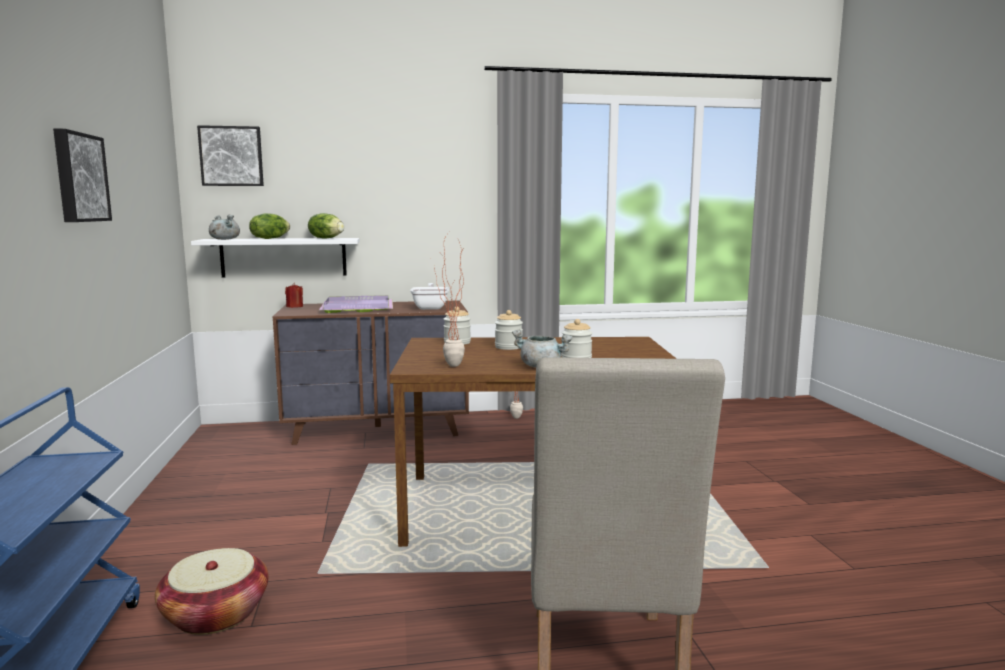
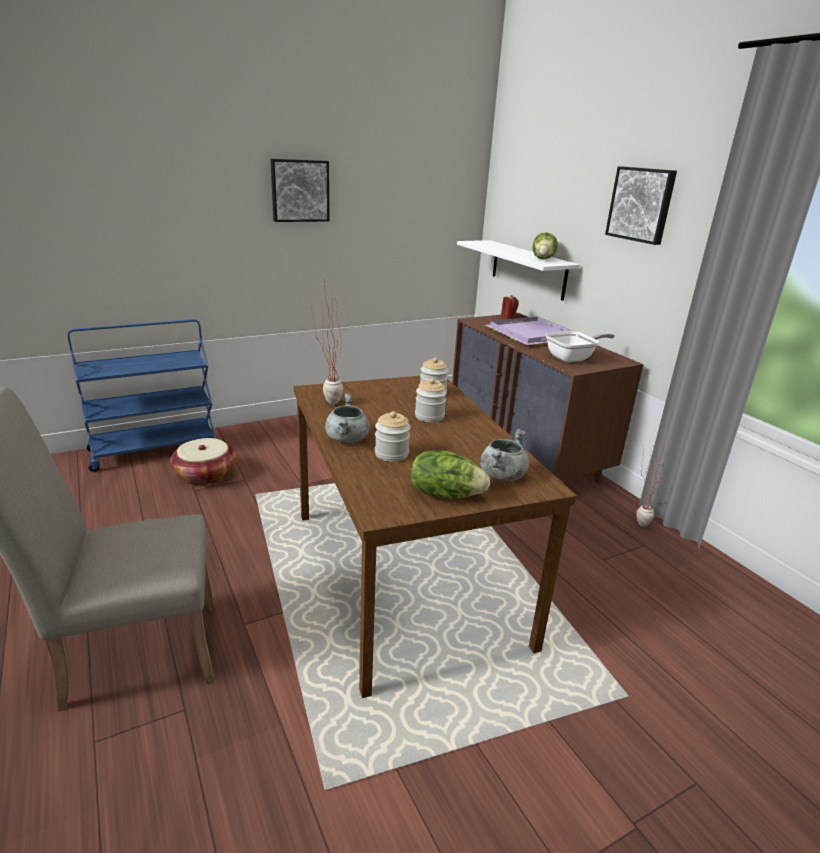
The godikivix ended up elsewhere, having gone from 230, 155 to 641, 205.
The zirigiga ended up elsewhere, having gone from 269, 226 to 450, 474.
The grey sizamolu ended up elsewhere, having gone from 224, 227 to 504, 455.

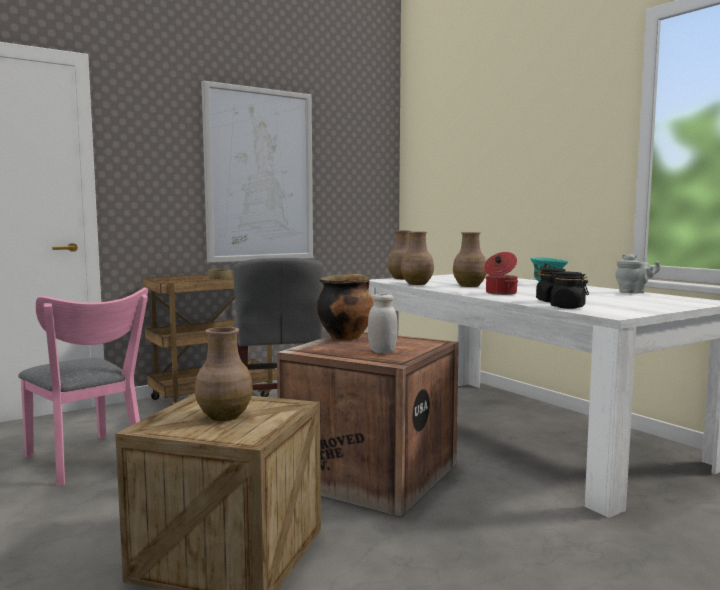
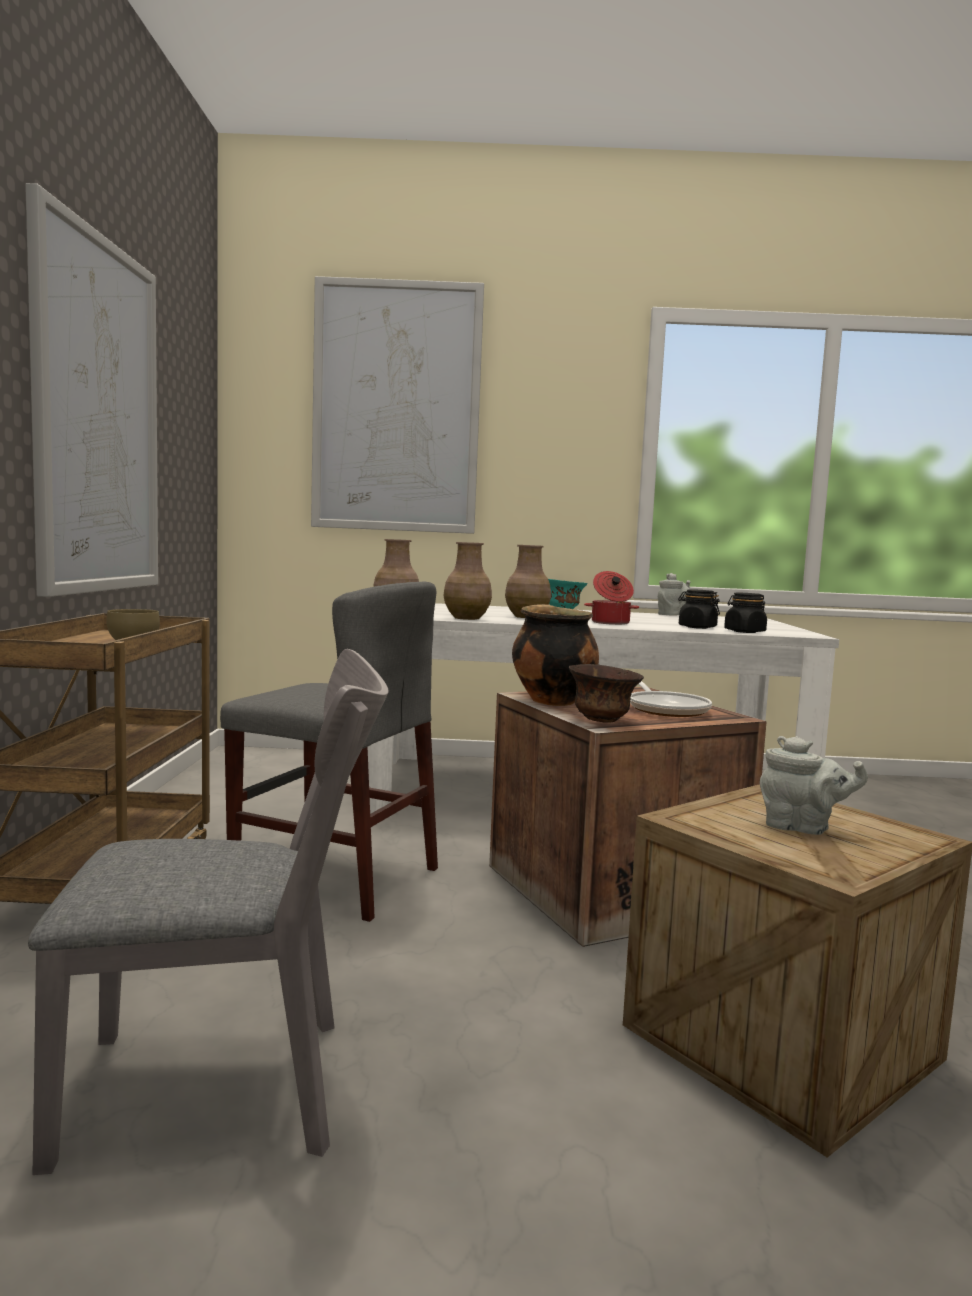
What was the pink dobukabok at 83, 386 turned into the grey dobukabok at 208, 912.
Where the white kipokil stood at 382, 324, the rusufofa came to stand at 671, 699.
Where the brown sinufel stood at 224, 374, the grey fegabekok came to stand at 814, 785.
The second view gained the godikivix at 397, 405.
The second view gained the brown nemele at 606, 693.

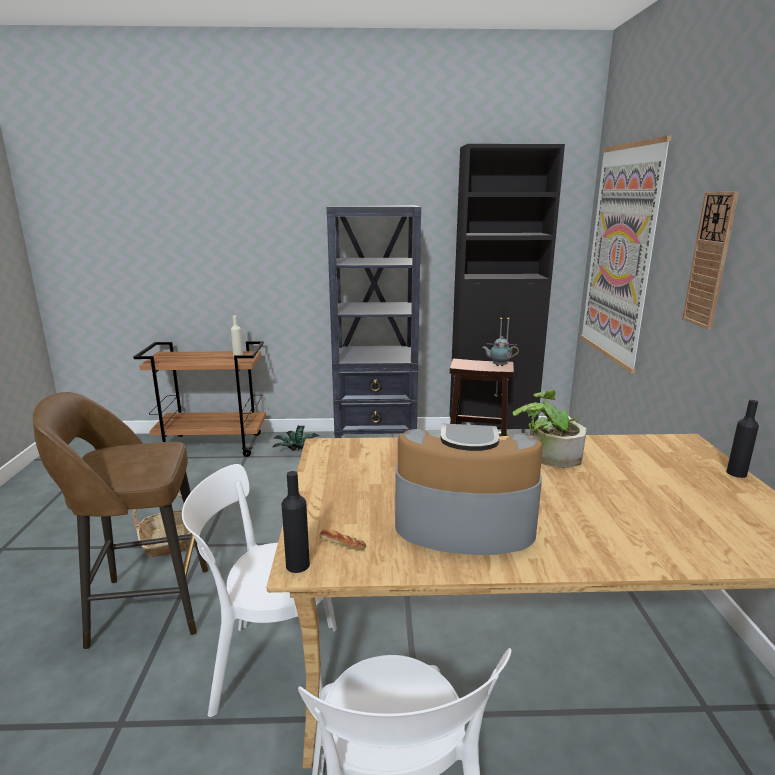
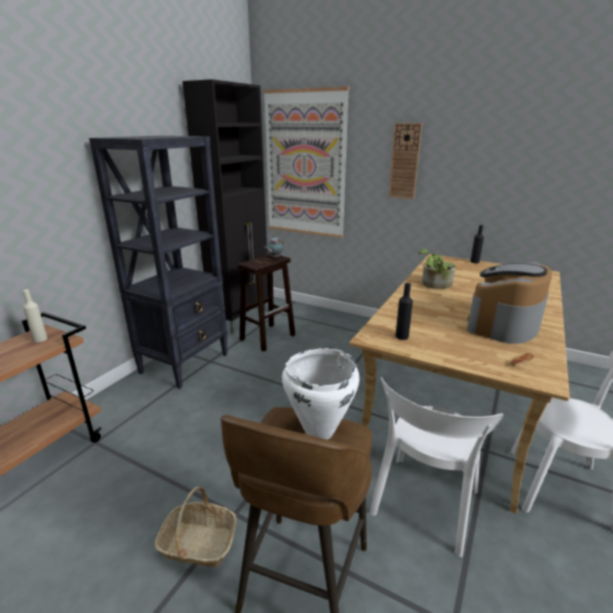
The second view lost the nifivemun at 296, 438.
The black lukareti ended up elsewhere, having gone from 296, 522 to 404, 311.
The second view gained the white sizamolu at 320, 394.

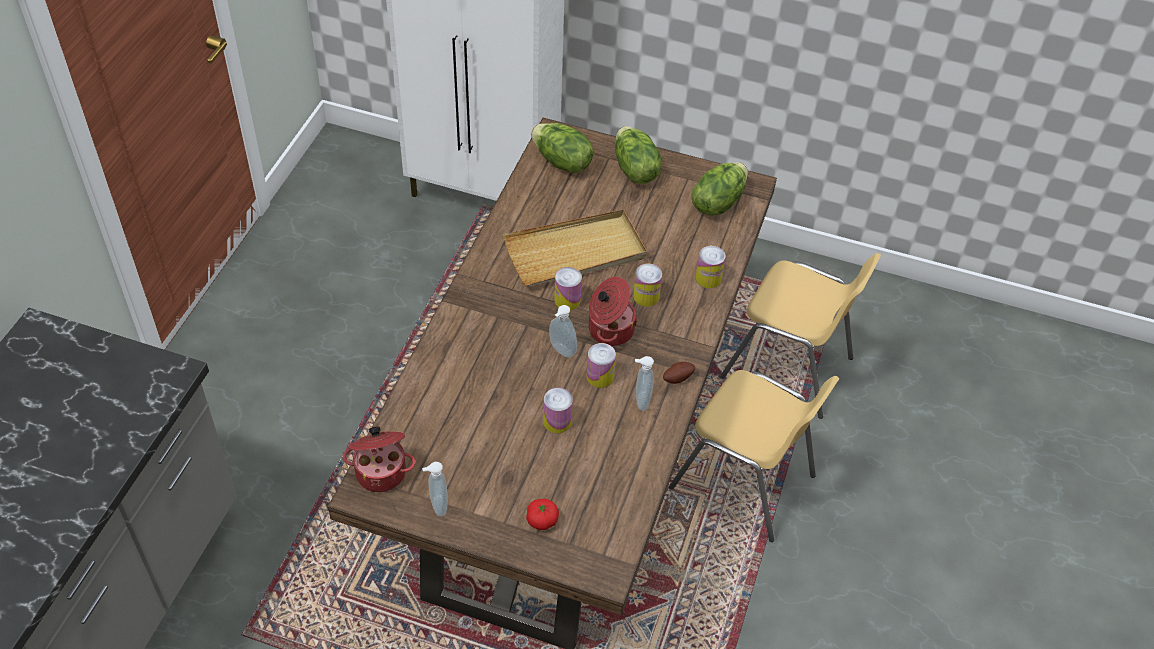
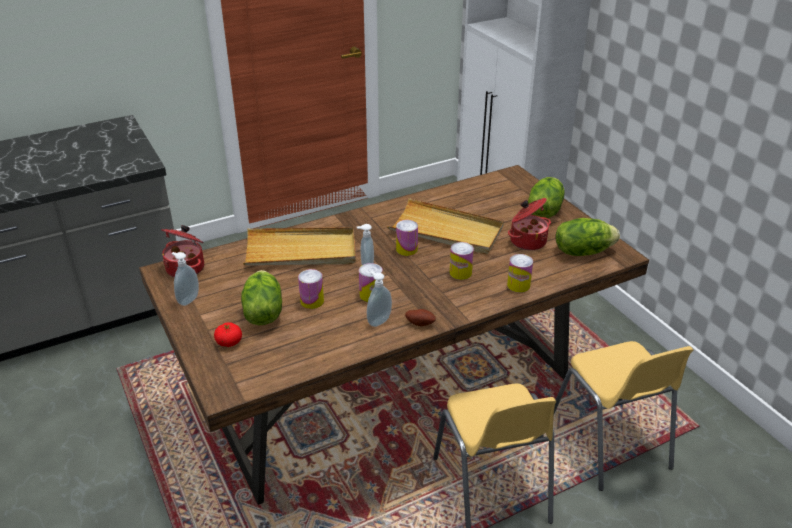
The zirigiga ended up elsewhere, having gone from 562, 148 to 261, 297.
The sizamolu ended up elsewhere, having gone from 613, 311 to 529, 224.
The second view gained the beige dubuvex at 299, 246.

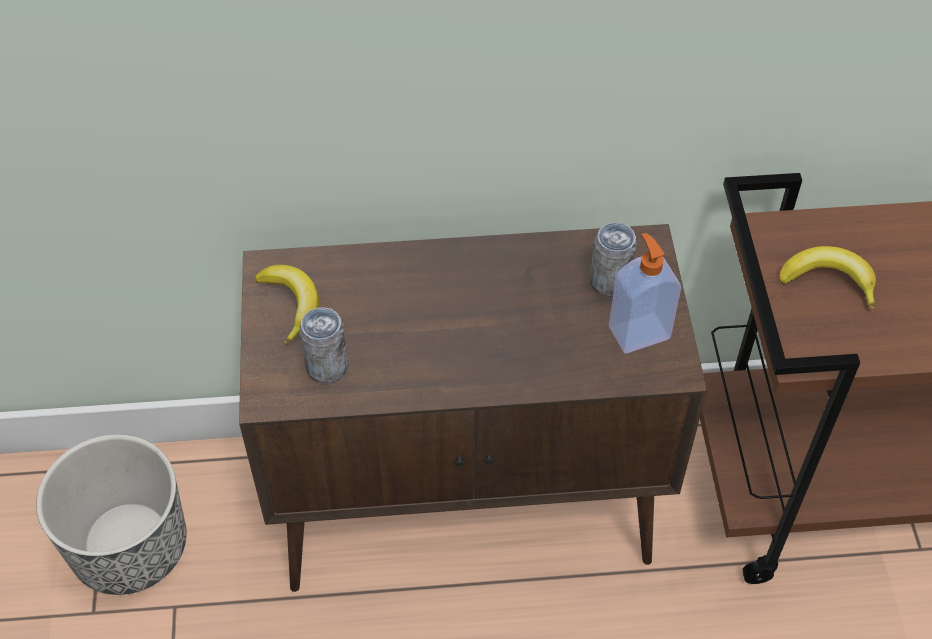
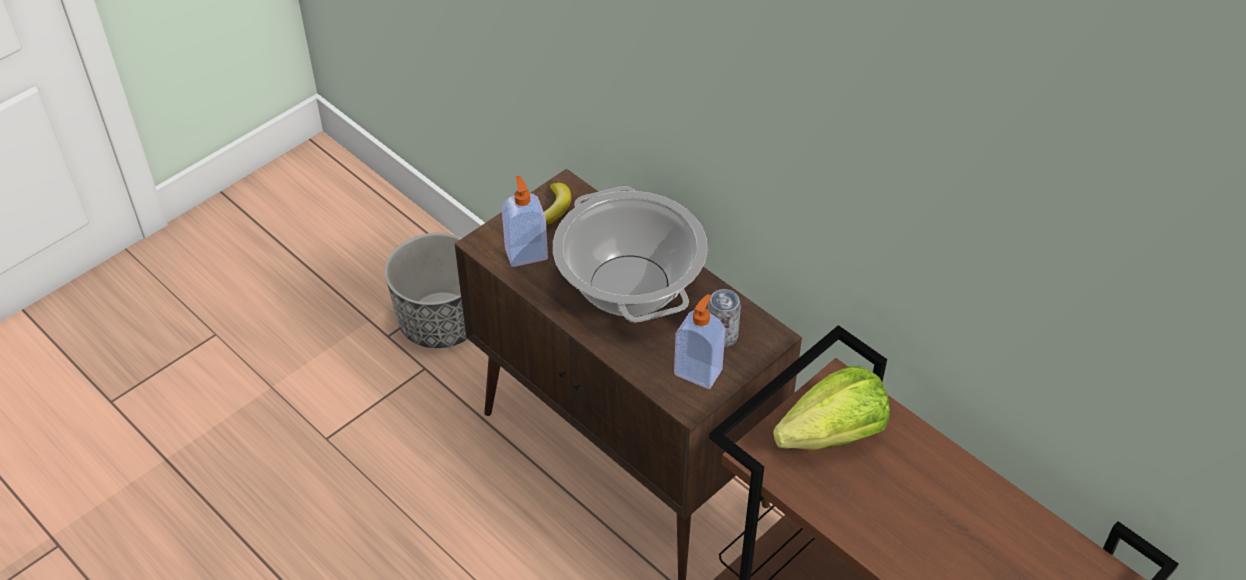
Where the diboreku stood at 827, 278, the zirigiga came to stand at 831, 408.
Where the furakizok stood at 324, 345, the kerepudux came to stand at 525, 221.
The second view gained the sizamolu at 630, 254.

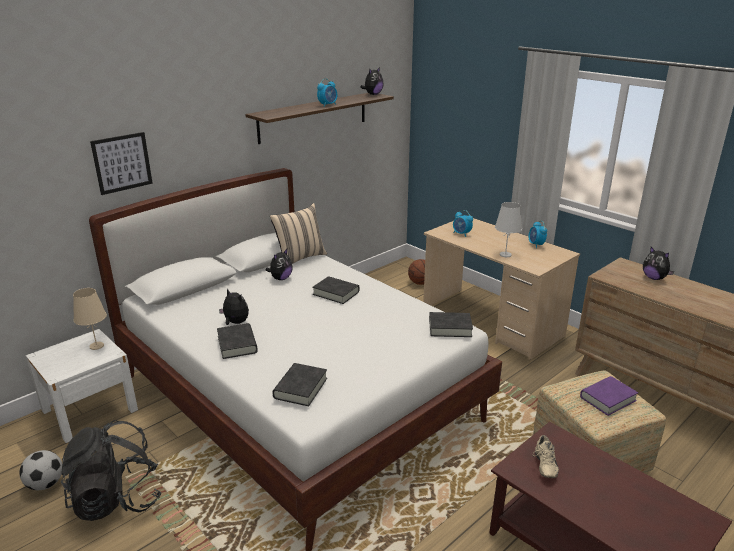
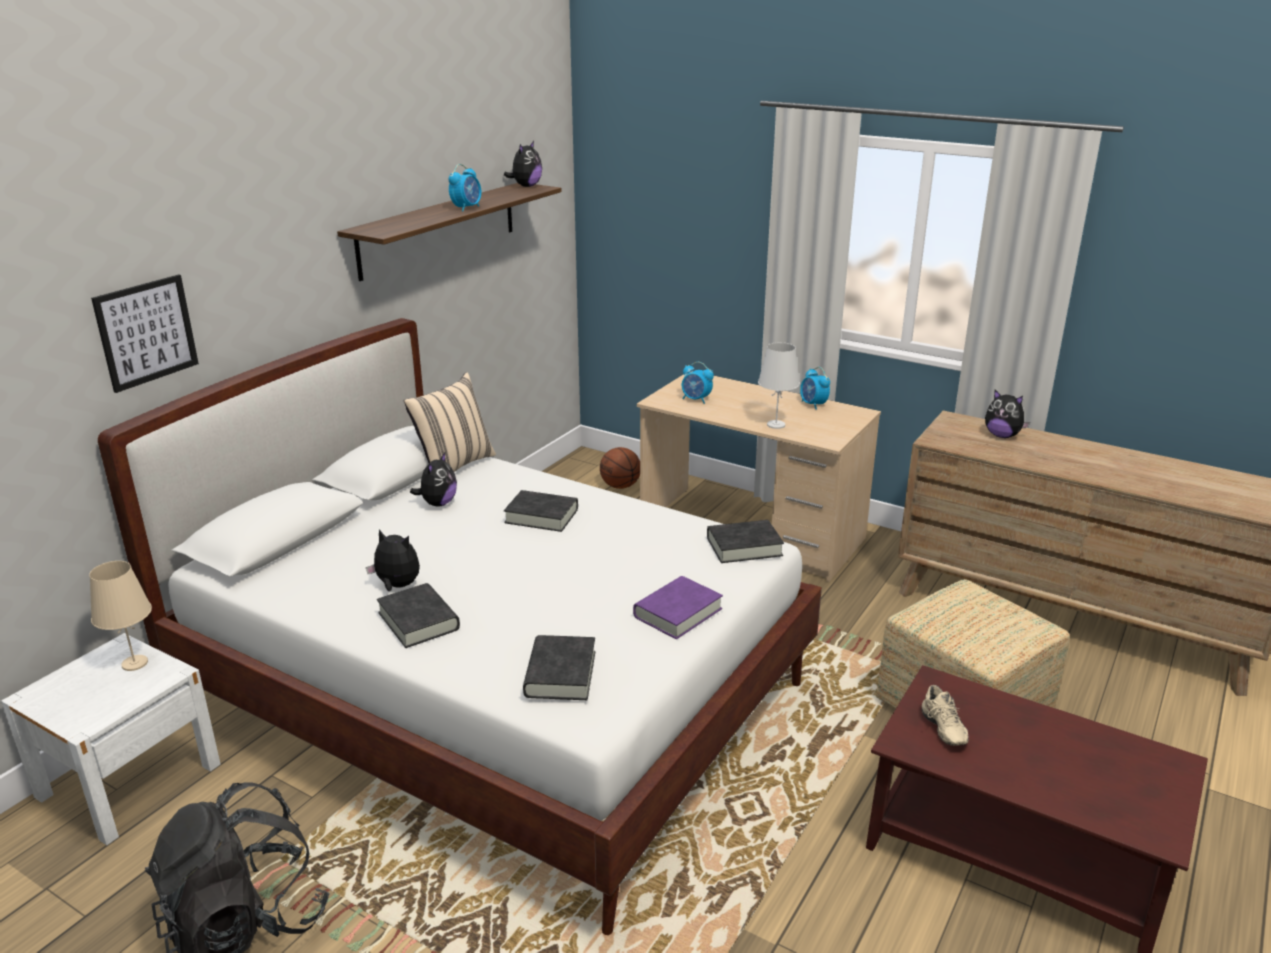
The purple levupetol ended up elsewhere, having gone from 609, 396 to 678, 607.
The second view lost the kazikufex at 40, 470.

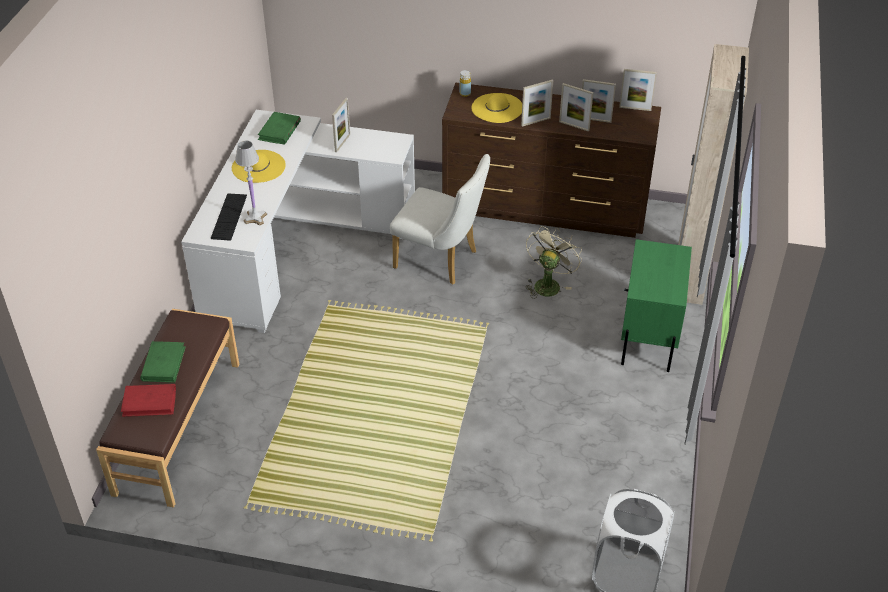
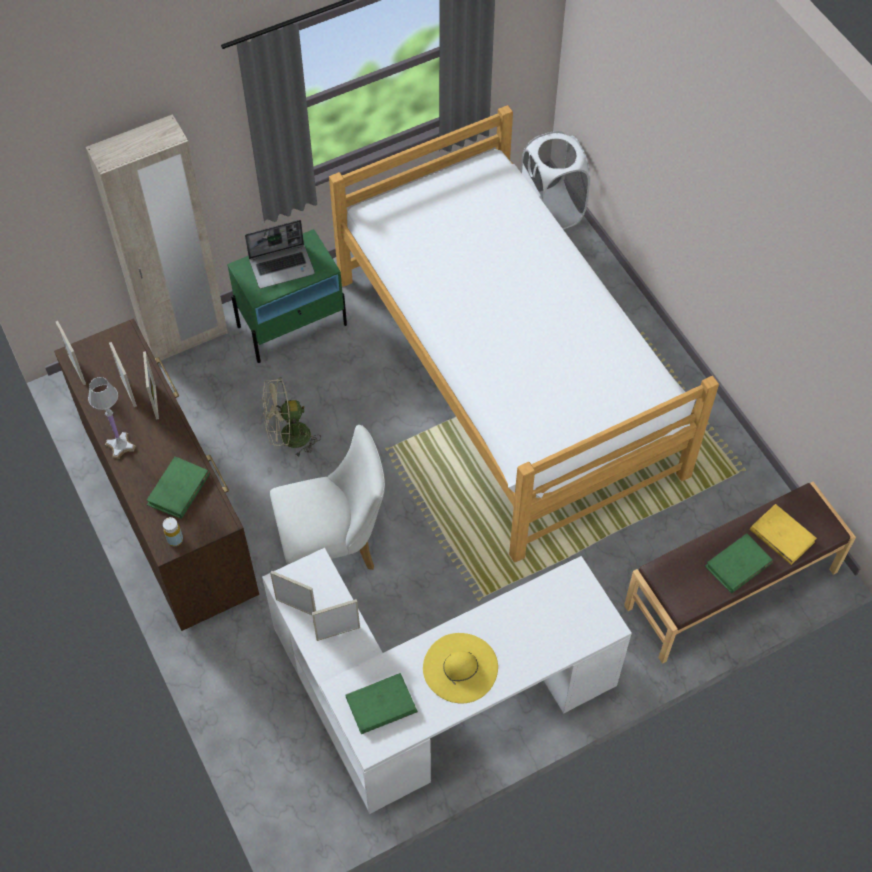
The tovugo ended up elsewhere, having gone from 537, 103 to 293, 592.
Where the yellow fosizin stood at 496, 108, the green levupetol came to stand at 178, 488.
The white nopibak ended up elsewhere, having gone from 251, 183 to 112, 418.
The white dobukabok at 440, 219 ended up facing another way, 90 degrees clockwise from before.
The second view lost the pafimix at 229, 217.
What was the red levupetol at 148, 400 turned into the yellow levupetol at 783, 534.
The second view gained the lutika at 524, 334.
The second view gained the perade at 280, 254.

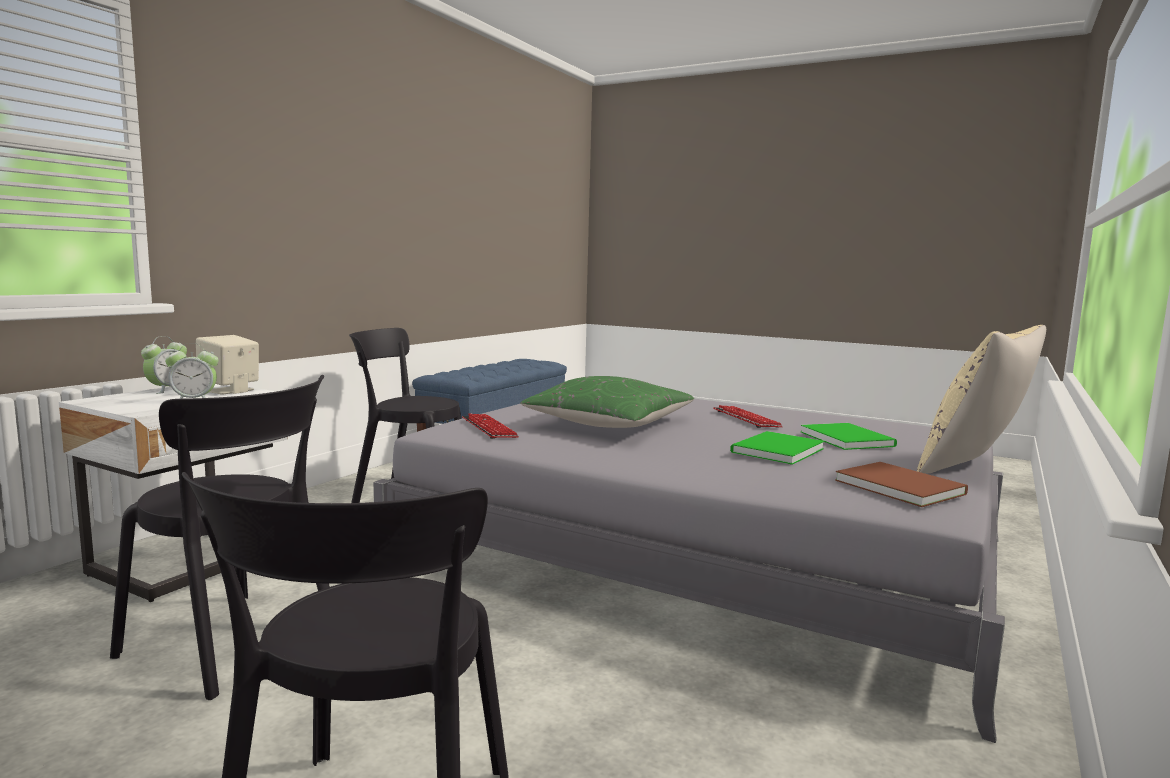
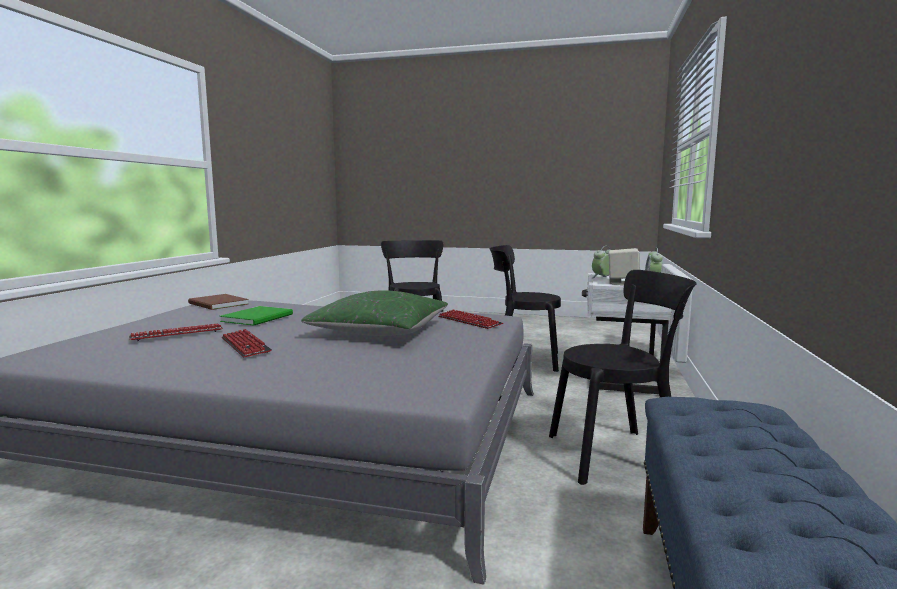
The second view lost the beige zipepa at 981, 399.
Where the green levupetol stood at 849, 436, the pafimix came to stand at 176, 332.

